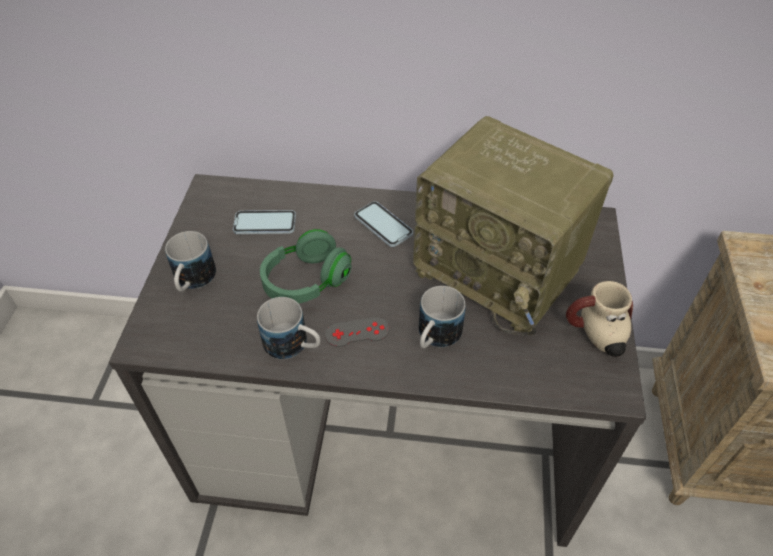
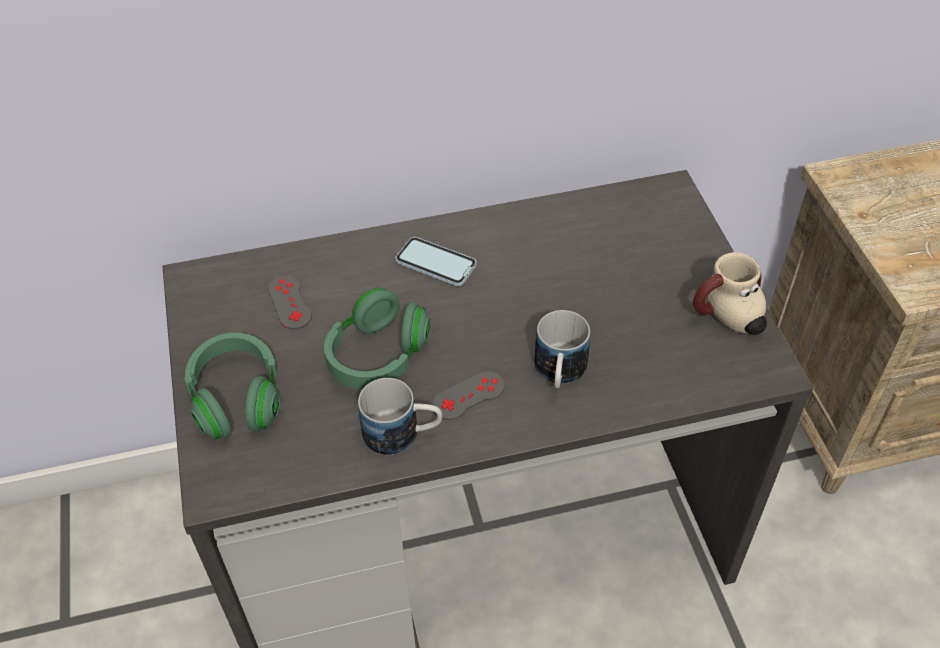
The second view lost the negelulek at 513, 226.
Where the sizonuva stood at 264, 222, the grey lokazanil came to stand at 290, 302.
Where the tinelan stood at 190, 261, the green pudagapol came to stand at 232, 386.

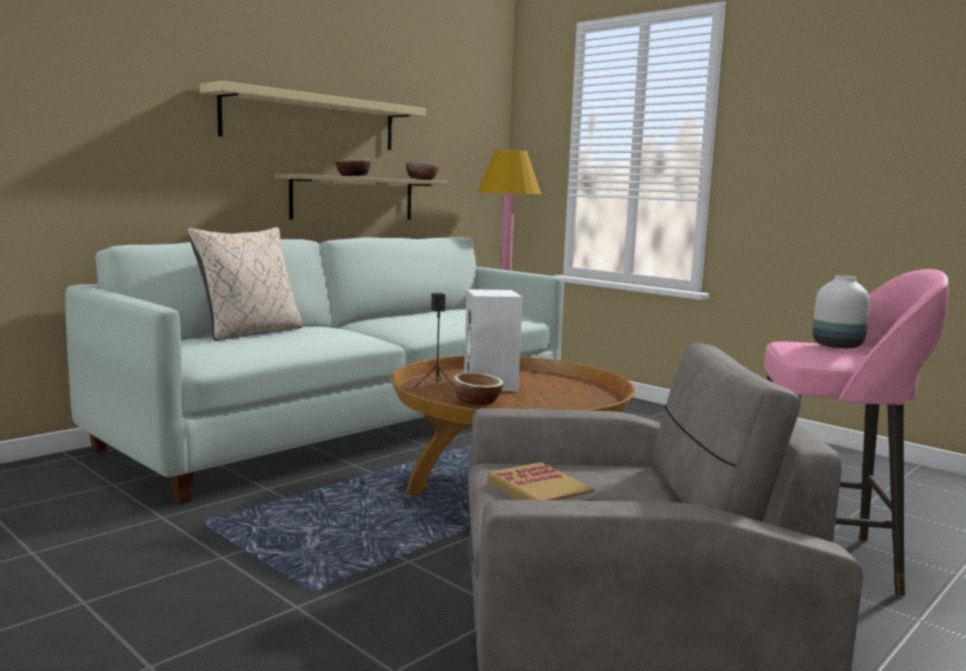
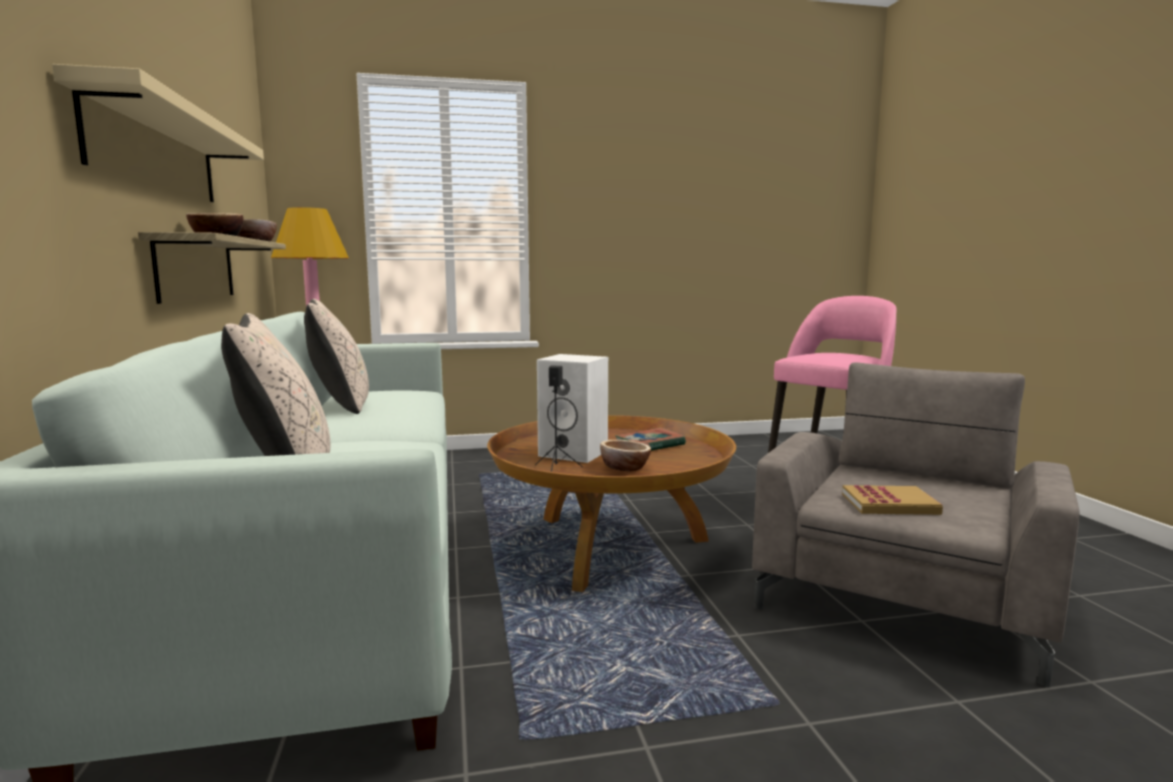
The second view lost the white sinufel at 841, 311.
The second view gained the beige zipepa at 336, 356.
The second view gained the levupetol at 650, 439.

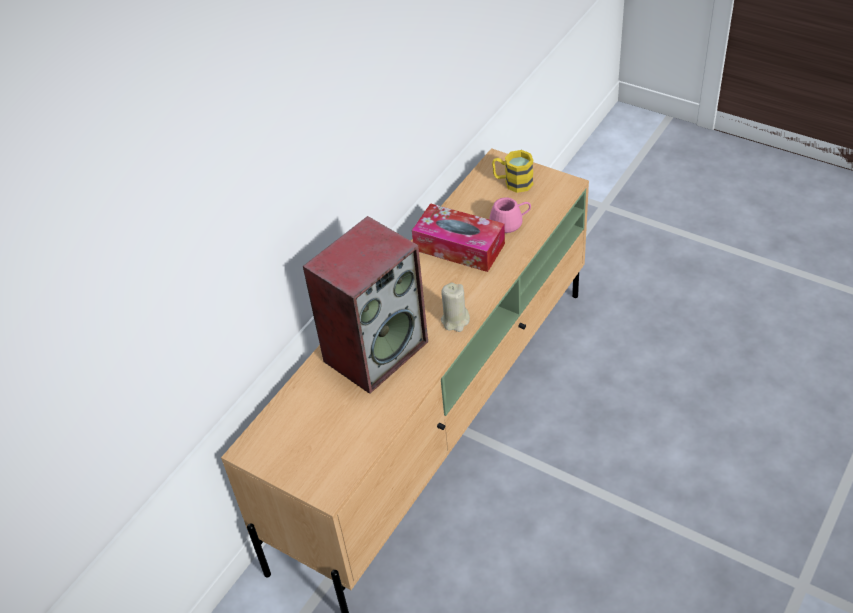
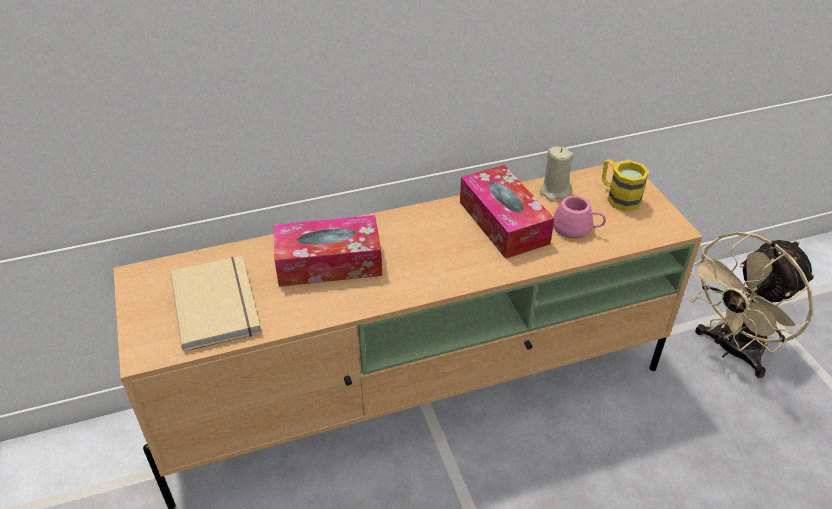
Where the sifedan stood at 365, 305, the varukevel came to stand at 328, 251.
The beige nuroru ended up elsewhere, having gone from 455, 307 to 557, 173.
The second view gained the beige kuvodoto at 752, 305.
The second view gained the beige levupetol at 216, 304.

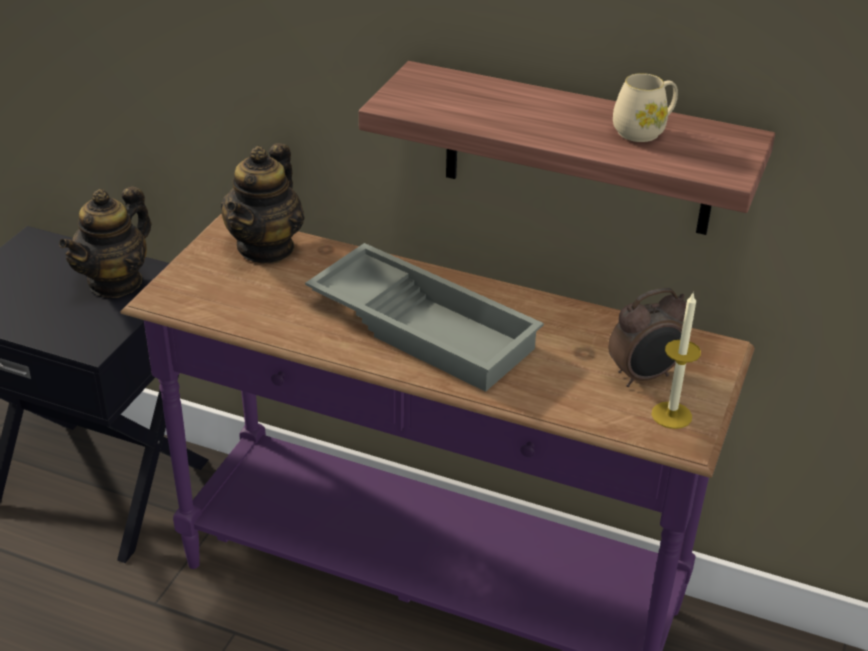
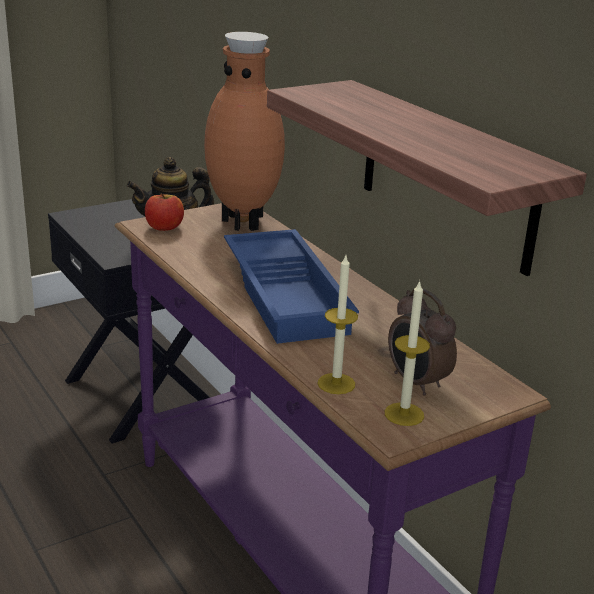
The second view lost the beige tinelan at 645, 107.
Where the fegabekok stood at 263, 203, the brown sinufel came to stand at 244, 131.
What was the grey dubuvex at 424, 317 turned into the blue dubuvex at 291, 286.
The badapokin at 647, 337 ended up facing another way, 45 degrees clockwise from before.
The second view gained the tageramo at 164, 212.
The second view gained the nuroru at 338, 325.

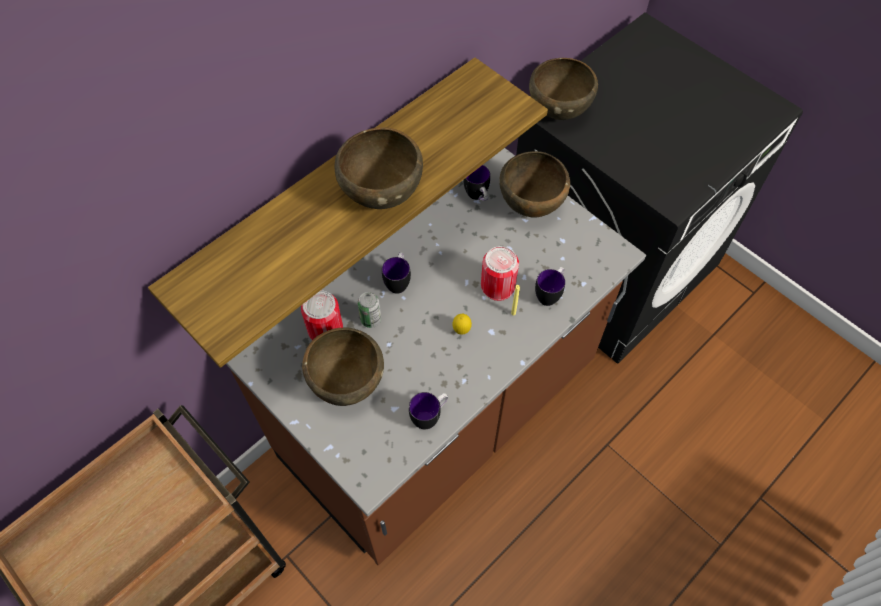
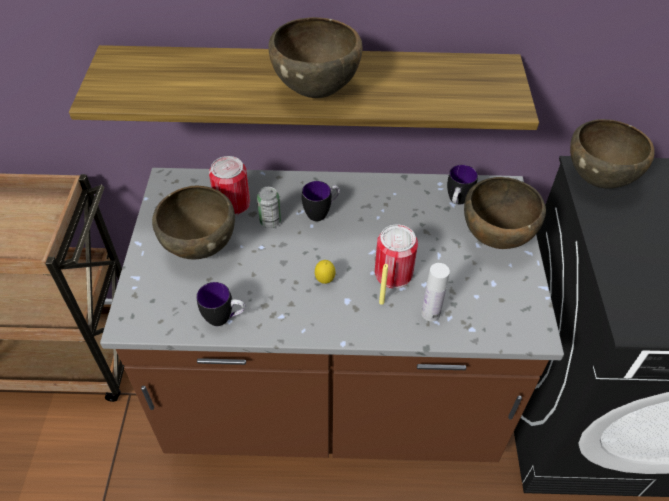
Where the tinelan stood at 550, 286, the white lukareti came to stand at 435, 292.

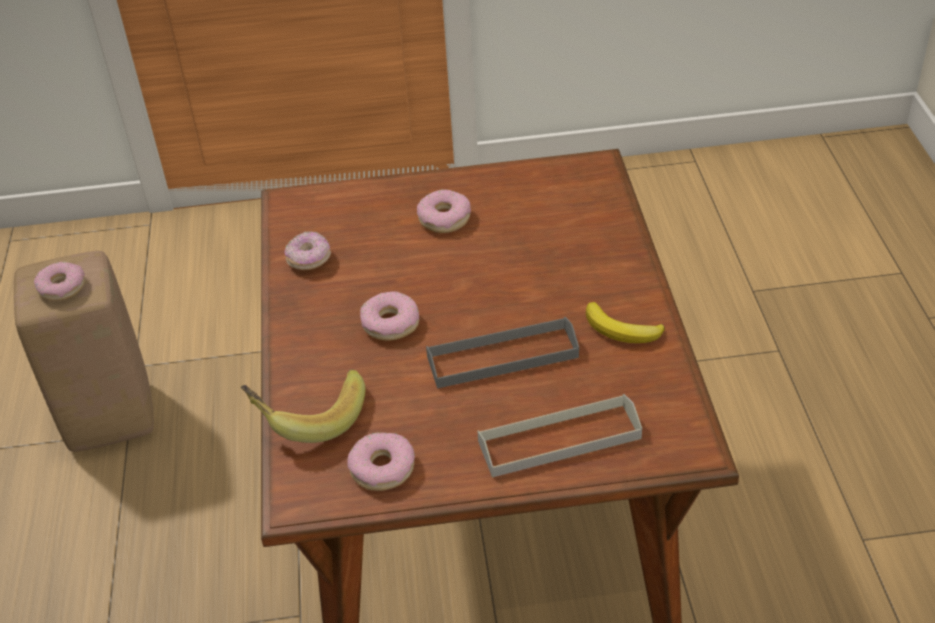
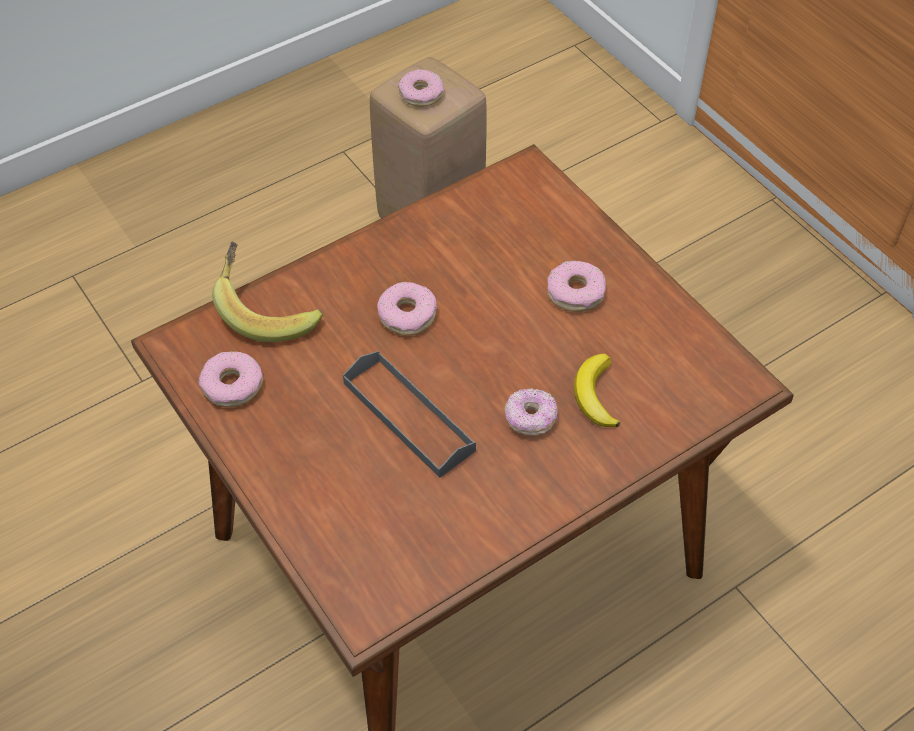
The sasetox ended up elsewhere, having gone from 308, 250 to 531, 412.
The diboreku ended up elsewhere, having gone from 625, 322 to 597, 391.
The second view lost the grey dubuvex at 559, 435.

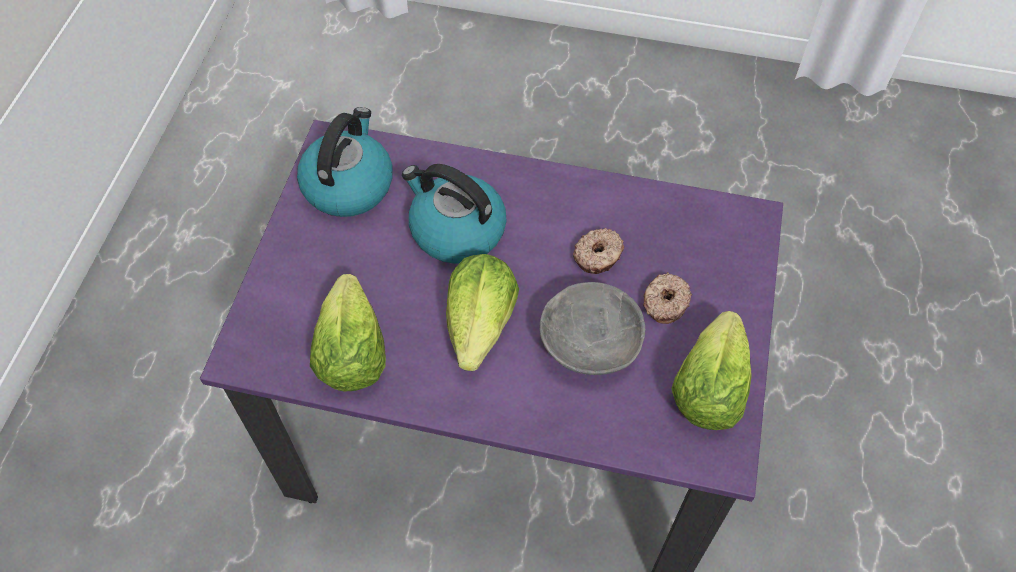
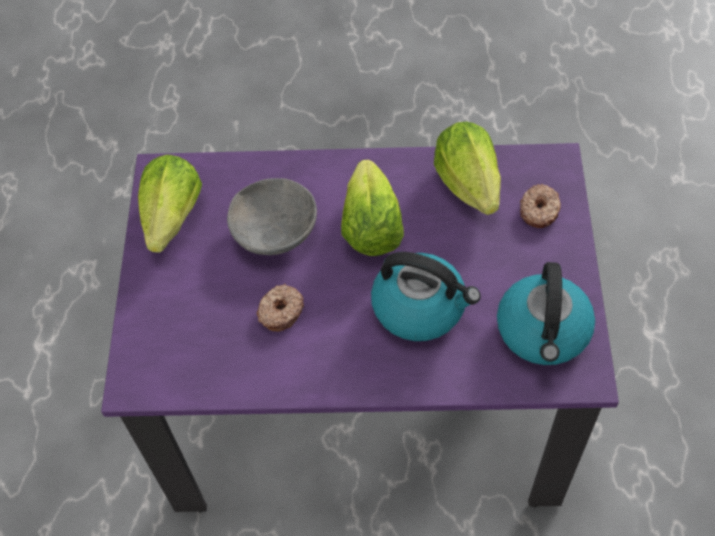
The sasetox ended up elsewhere, having gone from 667, 298 to 540, 206.

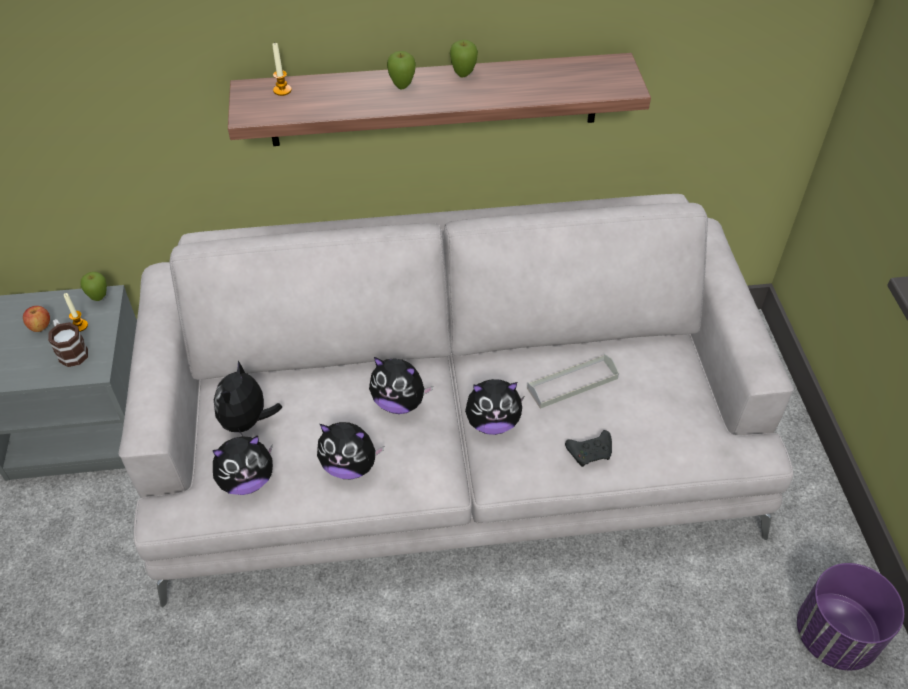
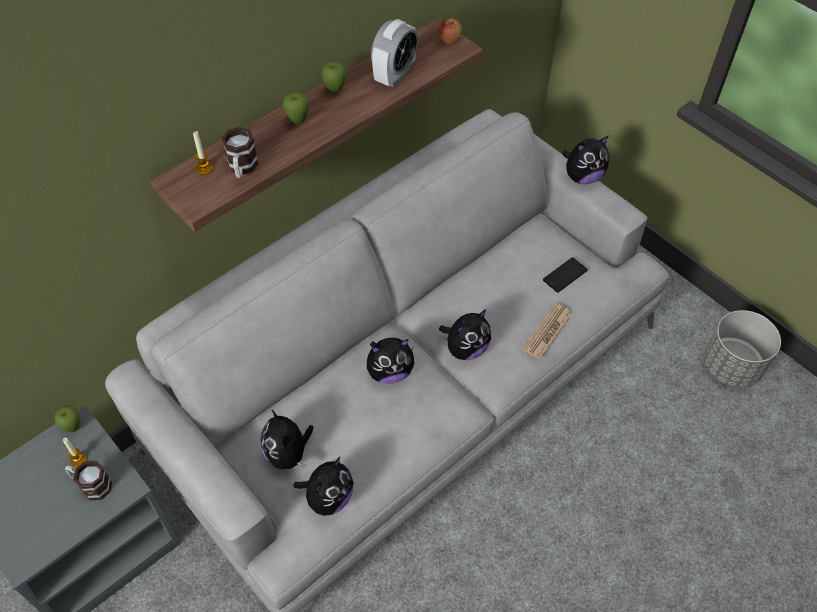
The tageramo ended up elsewhere, having gone from 36, 319 to 450, 31.
The second view lost the grey dubuvex at 573, 381.
The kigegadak ended up elsewhere, having gone from 350, 450 to 585, 160.
Where the black lokazanil stood at 588, 448, the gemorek came to stand at 547, 331.
What was the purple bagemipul at 850, 617 turned into the grey bagemipul at 742, 349.
The second view gained the badapokin at 394, 53.
The second view gained the tinelan at 239, 153.
The second view gained the sizonuva at 565, 275.

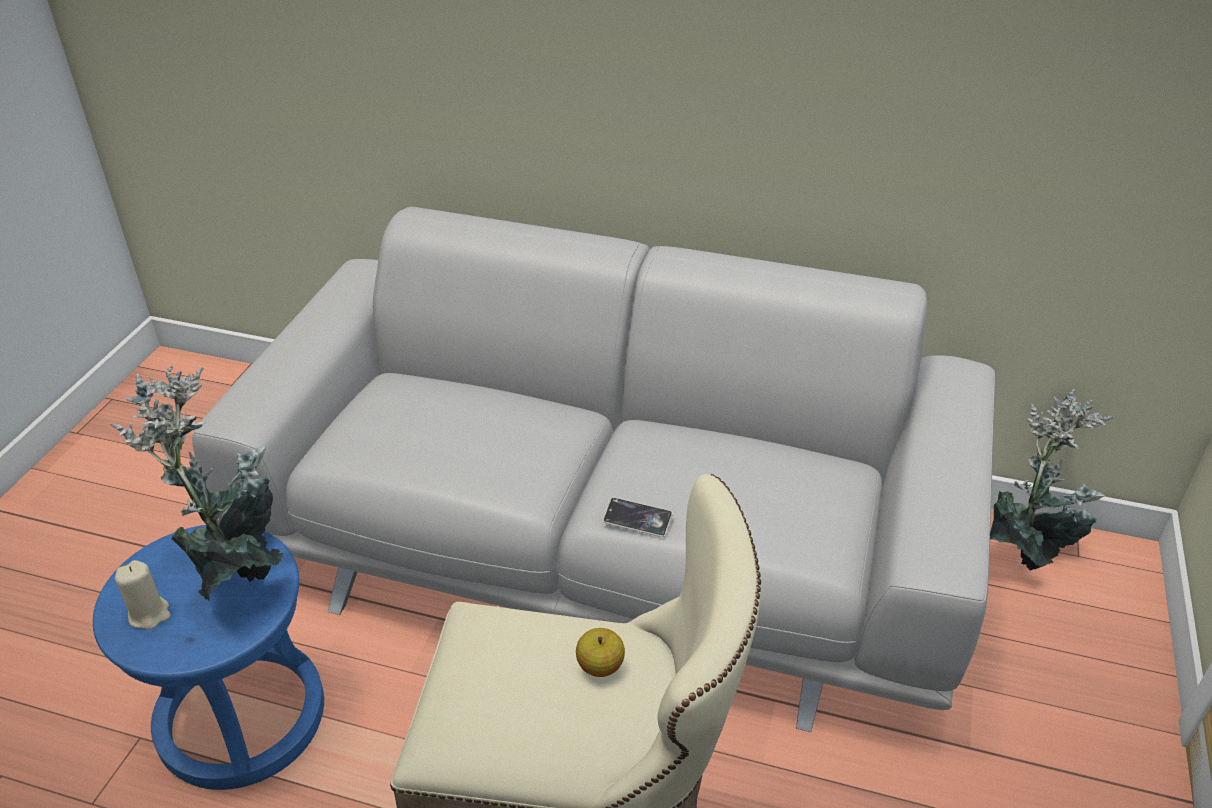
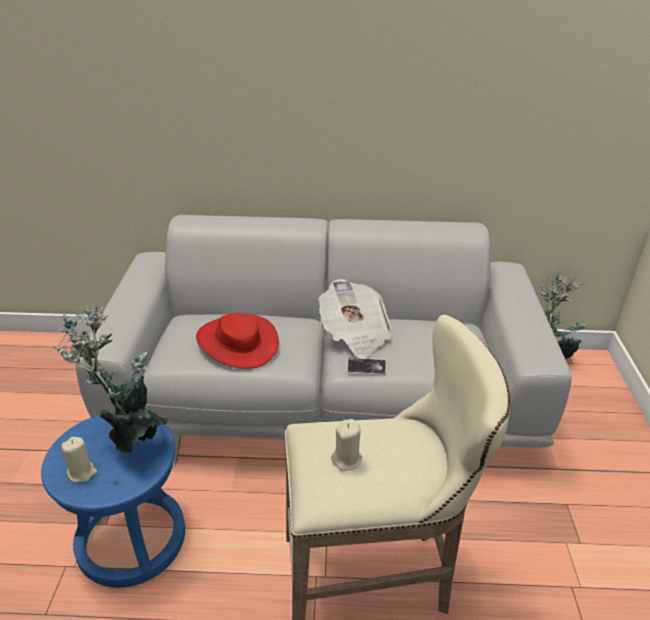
The second view lost the tageramo at 600, 652.
The second view gained the gemorek at 355, 319.
The second view gained the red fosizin at 237, 341.
The second view gained the beige nuroru at 346, 445.

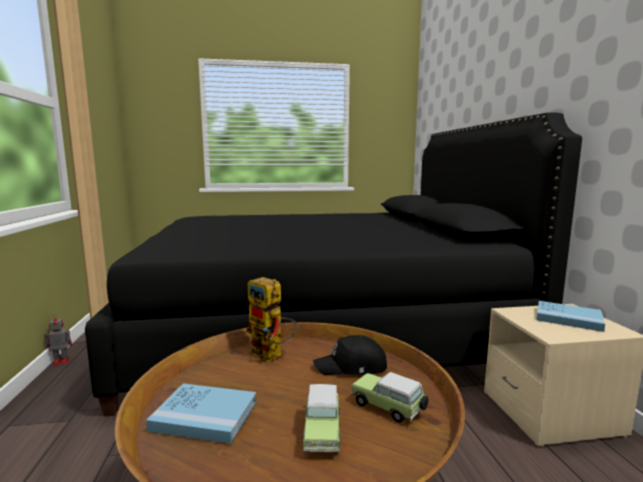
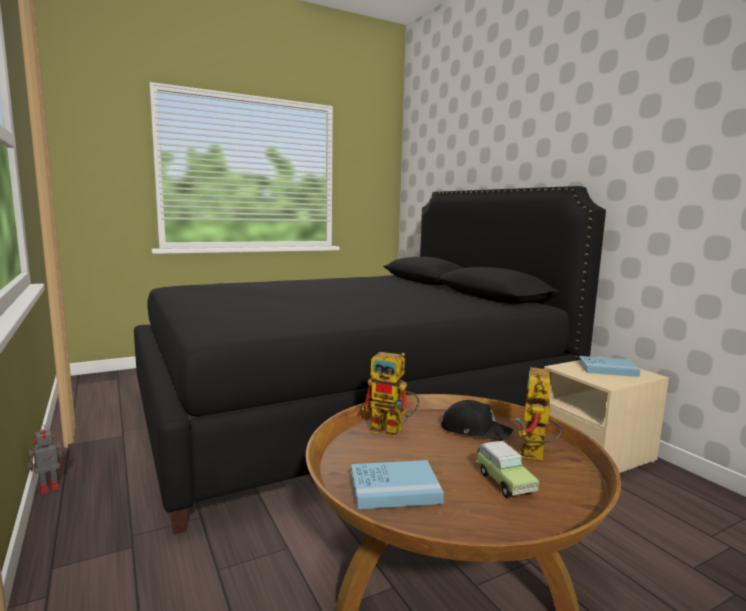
The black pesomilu at 350, 355 ended up facing another way, 135 degrees counterclockwise from before.
Where the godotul stood at 389, 397, the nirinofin came to stand at 539, 413.

